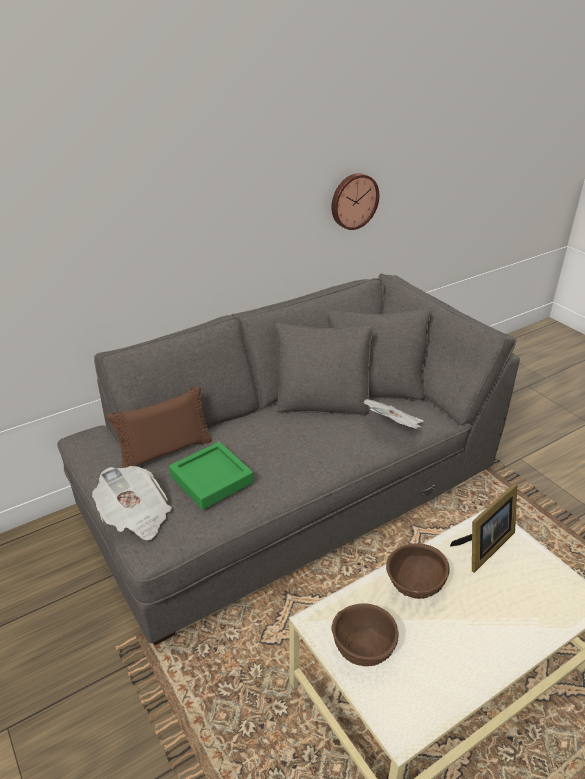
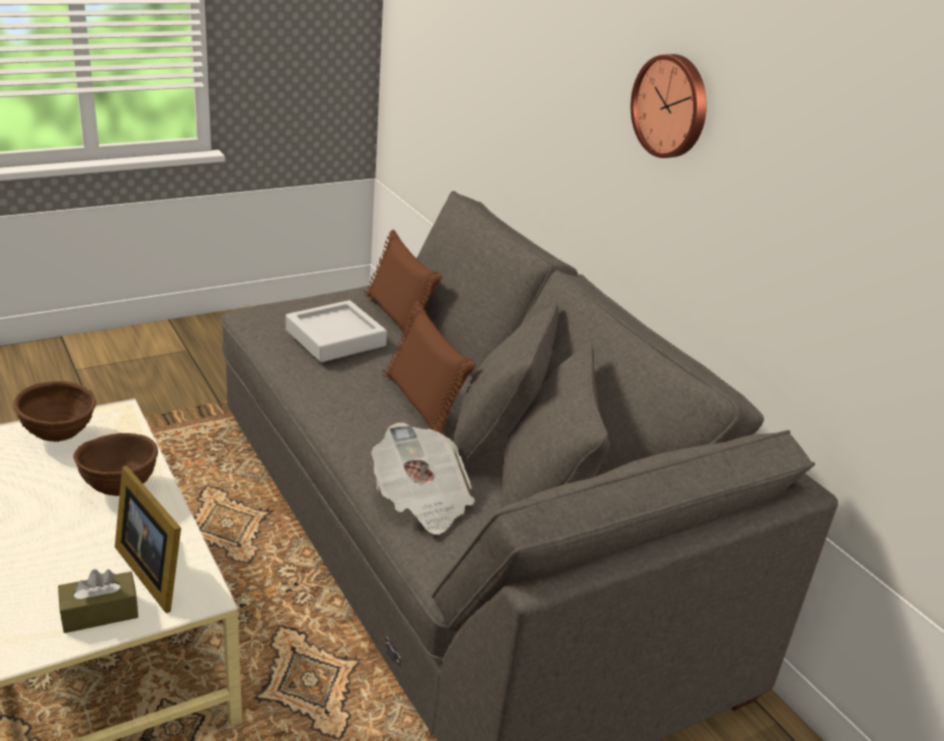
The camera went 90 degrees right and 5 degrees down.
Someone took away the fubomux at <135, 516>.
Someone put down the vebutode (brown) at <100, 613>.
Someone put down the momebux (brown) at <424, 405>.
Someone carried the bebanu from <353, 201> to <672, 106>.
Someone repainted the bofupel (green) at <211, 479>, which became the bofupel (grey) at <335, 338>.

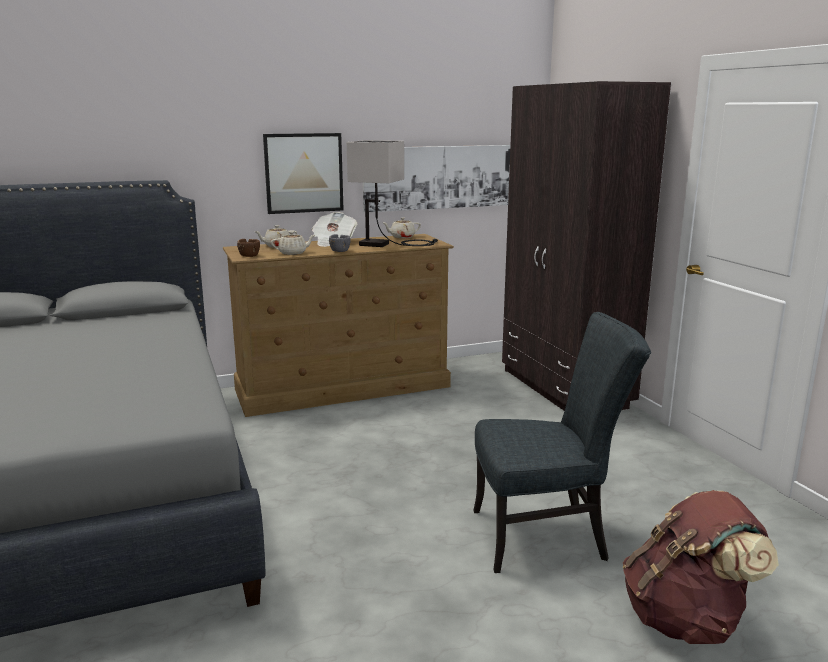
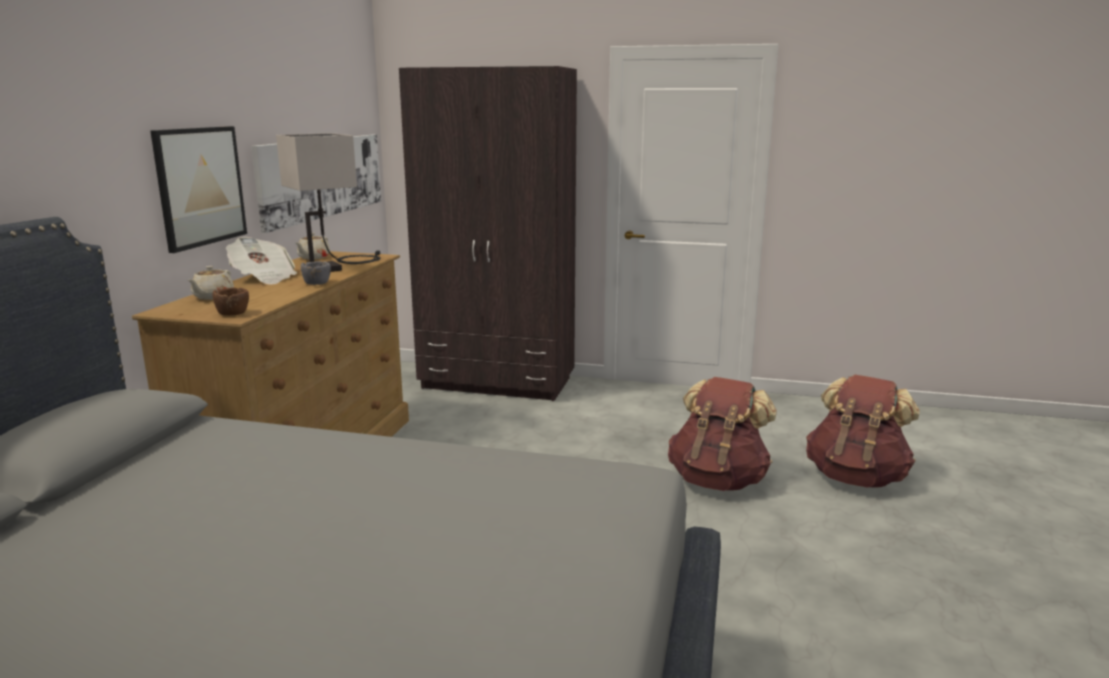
The camera went 55 degrees left and 0 degrees up.
Someone took away the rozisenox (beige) at <293, 253>.
Someone swapped the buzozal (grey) at <547, 535> for the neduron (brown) at <718, 480>.

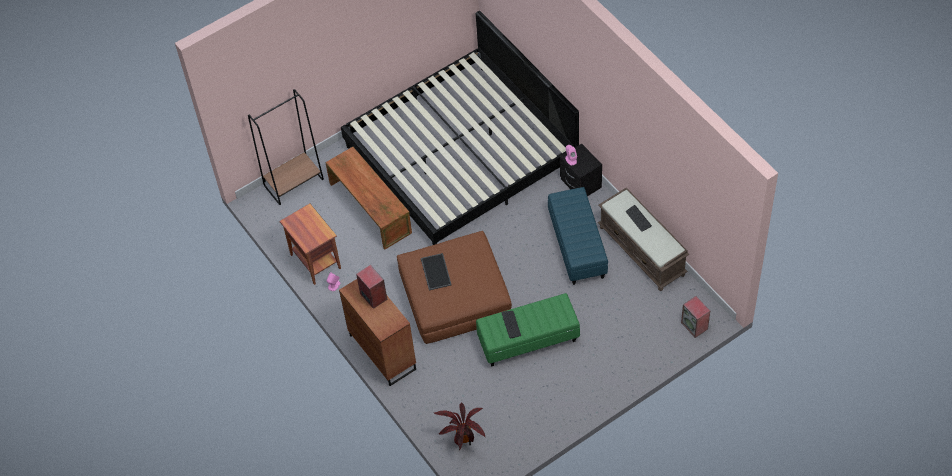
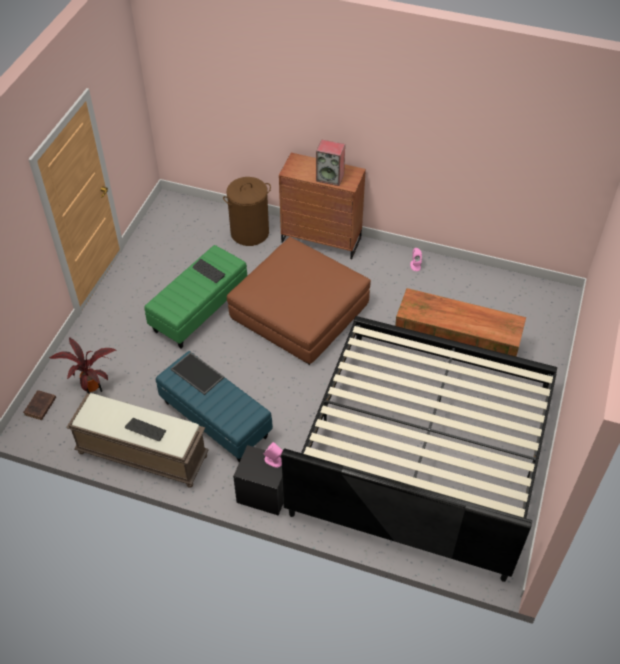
The camera went 140 degrees right and 5 degrees down.
Someone took away the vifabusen at <294, 183>.
Someone took away the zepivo at <314, 261>.
Someone put down the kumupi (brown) at <250, 232>.
Someone carried the bofupel from <435, 271> to <198, 373>.
Someone carried the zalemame from <463, 441> to <92, 388>.
Someone swapped the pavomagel at <695, 326> for the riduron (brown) at <40, 407>.

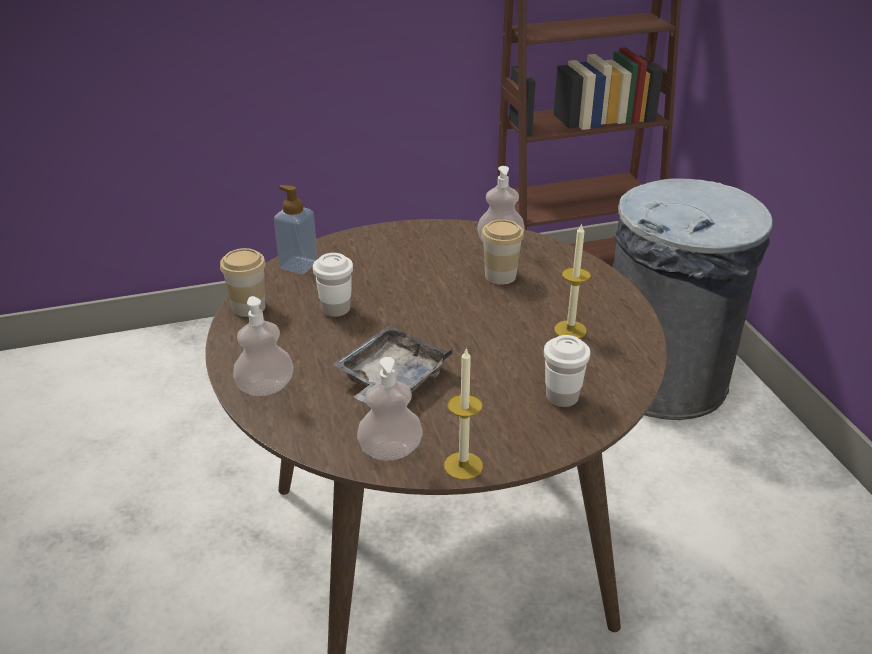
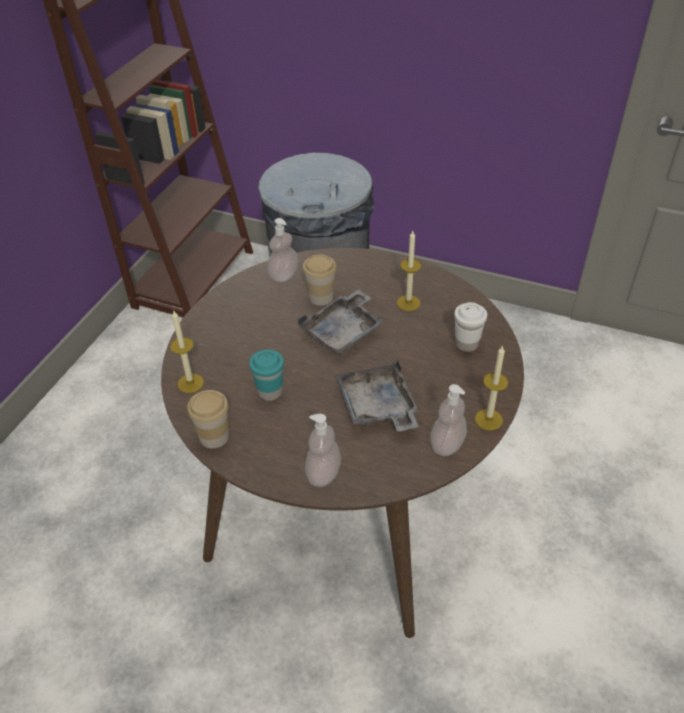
The camera went 50 degrees left and 10 degrees up.
Someone put down the bofupel (grey) at <343, 332>.
Someone swapped the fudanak at <298, 265> for the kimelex at <190, 383>.
Someone repainted the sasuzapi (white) at <336, 309>, which became the sasuzapi (turquoise) at <270, 392>.

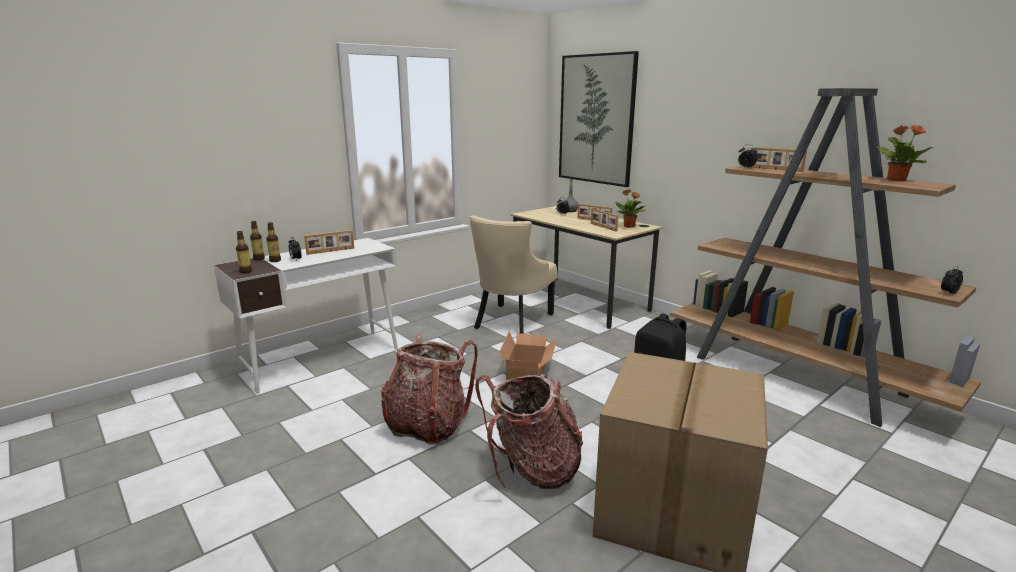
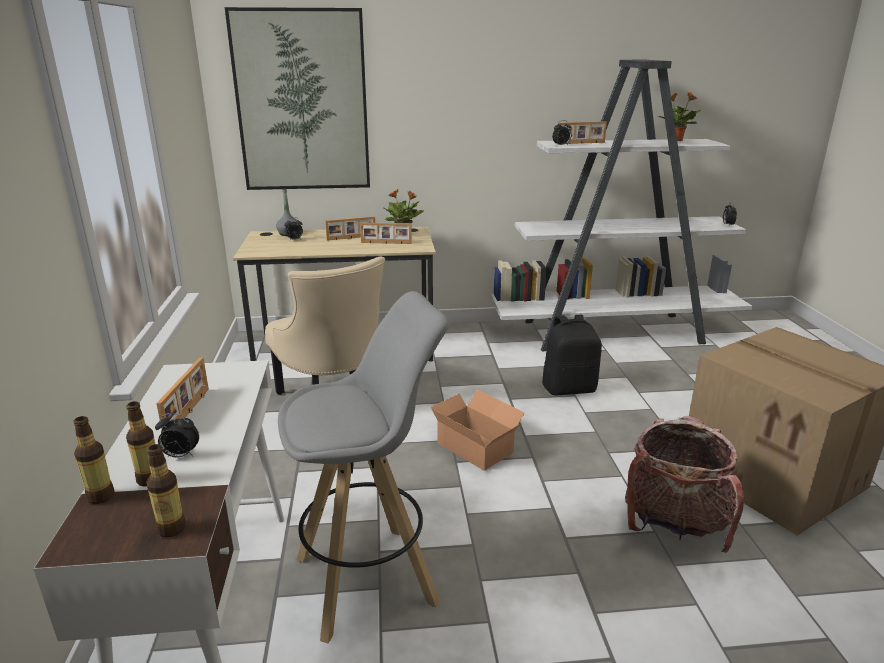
The camera went 55 degrees left and 5 degrees up.
Someone took away the neduron at <427, 425>.
Someone put down the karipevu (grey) at <370, 579>.
Someone repainted the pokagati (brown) at <799, 377>, which became the pokagati (white) at <614, 332>.

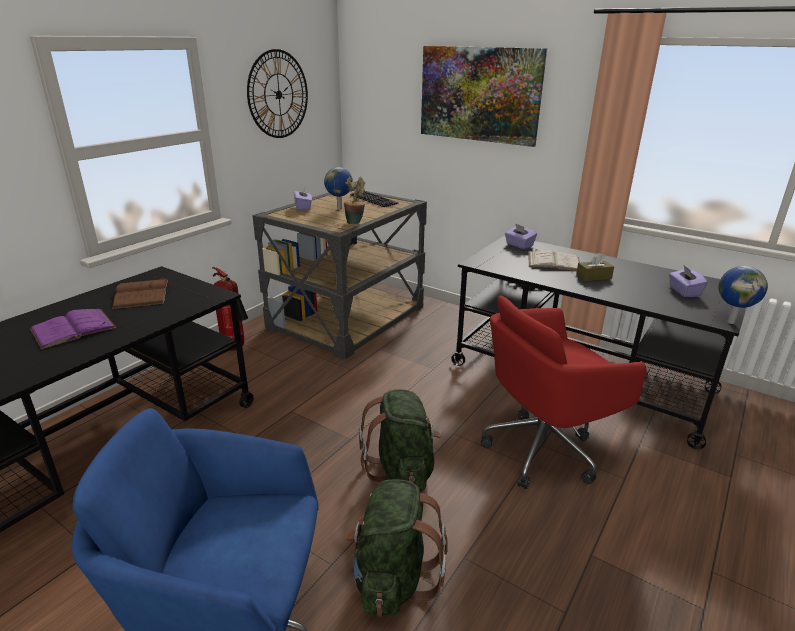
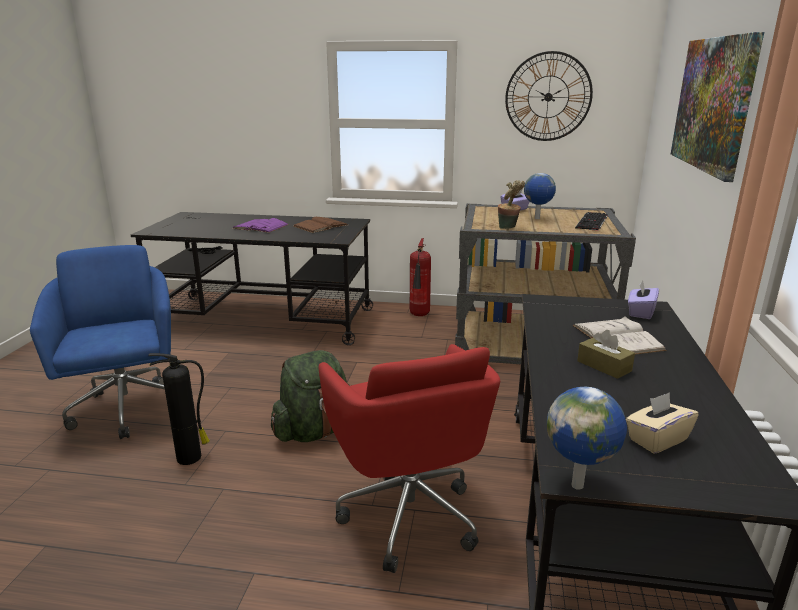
The camera went 65 degrees right and 5 degrees down.
Someone swapped the neduron (green) at <392, 578> for the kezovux at <191, 457>.
Someone repainted the vebutode (purple) at <683, 291>, which became the vebutode (beige) at <657, 439>.
Someone rotated the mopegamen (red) at <544, 450> by 150 degrees counterclockwise.

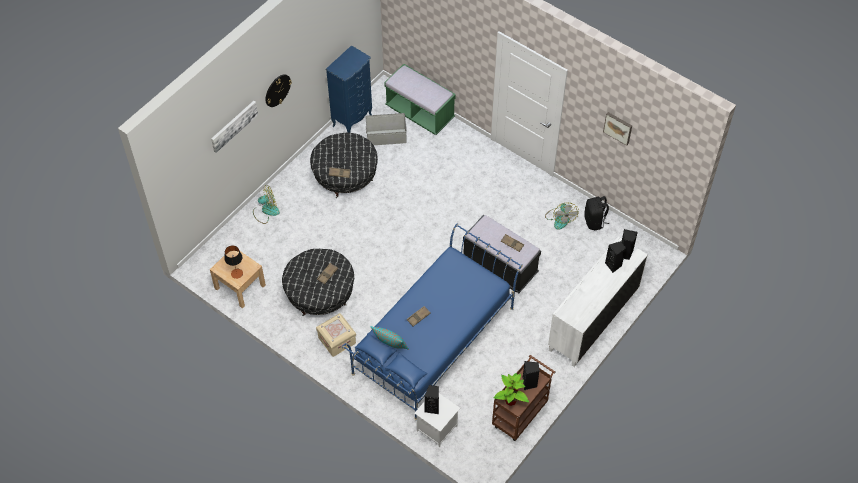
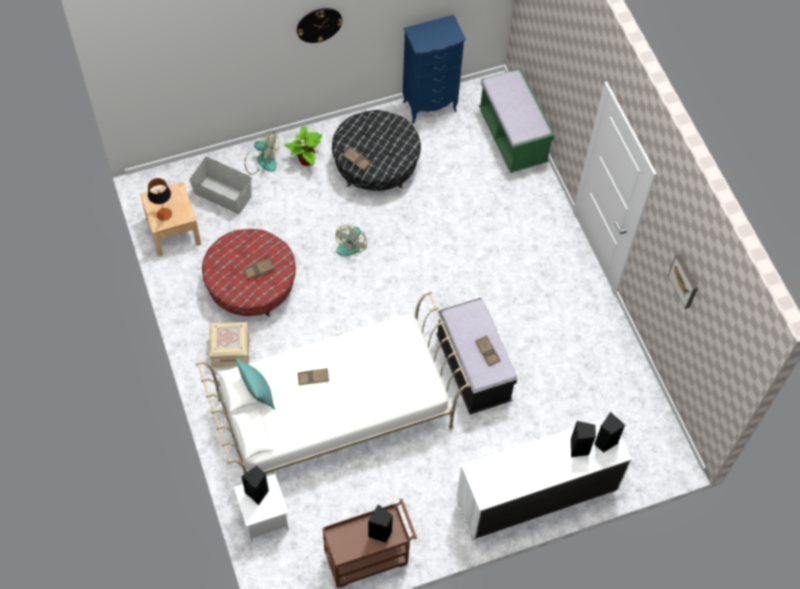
The camera went 30 degrees right and 5 degrees up.
Someone took away the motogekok at <233, 125>.
Someone took away the neduron (black) at <594, 221>.
Someone carried the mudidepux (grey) from <386, 137> to <223, 194>.
Someone carried the zalemame from <510, 400> to <306, 161>.
Someone carried the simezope from <560, 218> to <351, 243>.
Someone repainted the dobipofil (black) at <320, 293>, which became the dobipofil (red) at <251, 286>.
Someone repainted the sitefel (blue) at <434, 341>, which became the sitefel (white) at <335, 414>.

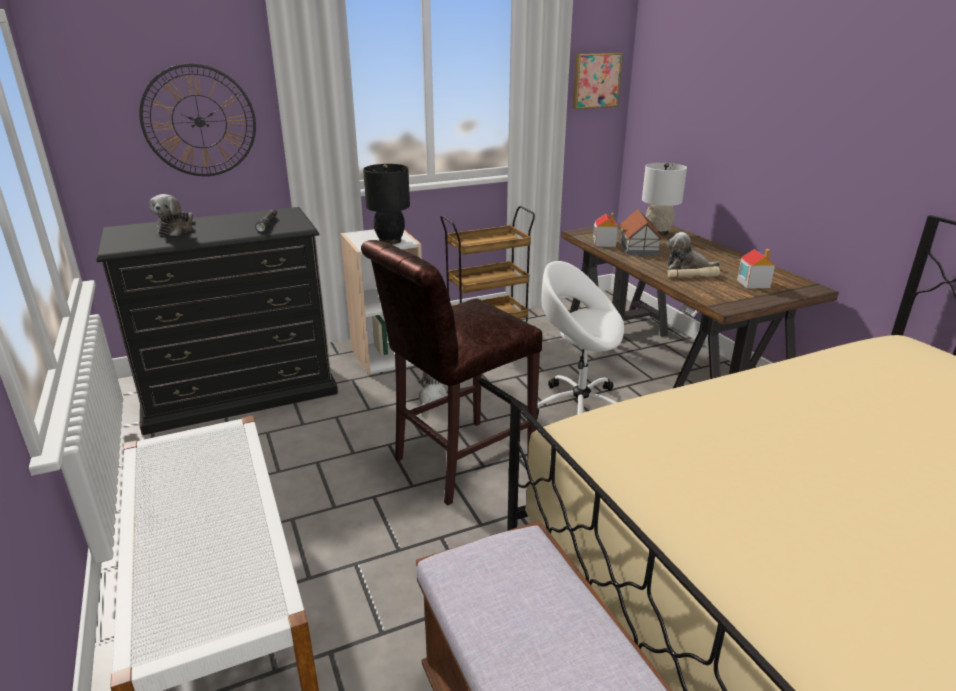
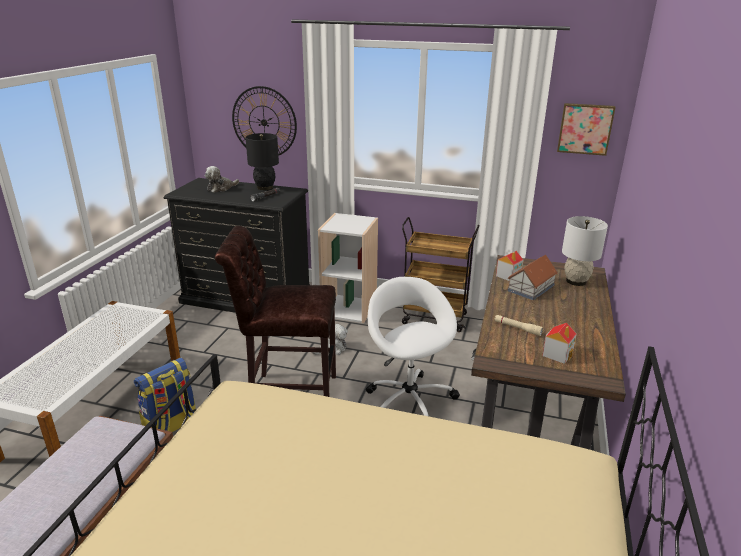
The camera went 40 degrees right and 0 degrees up.
Someone took away the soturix at <687, 267>.
Someone put down the neduron at <171, 426>.
Someone carried the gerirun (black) from <390, 241> to <265, 187>.

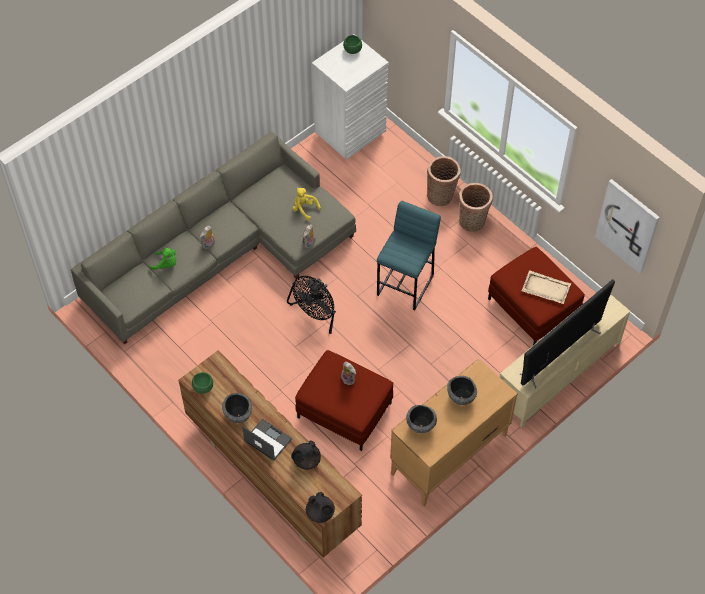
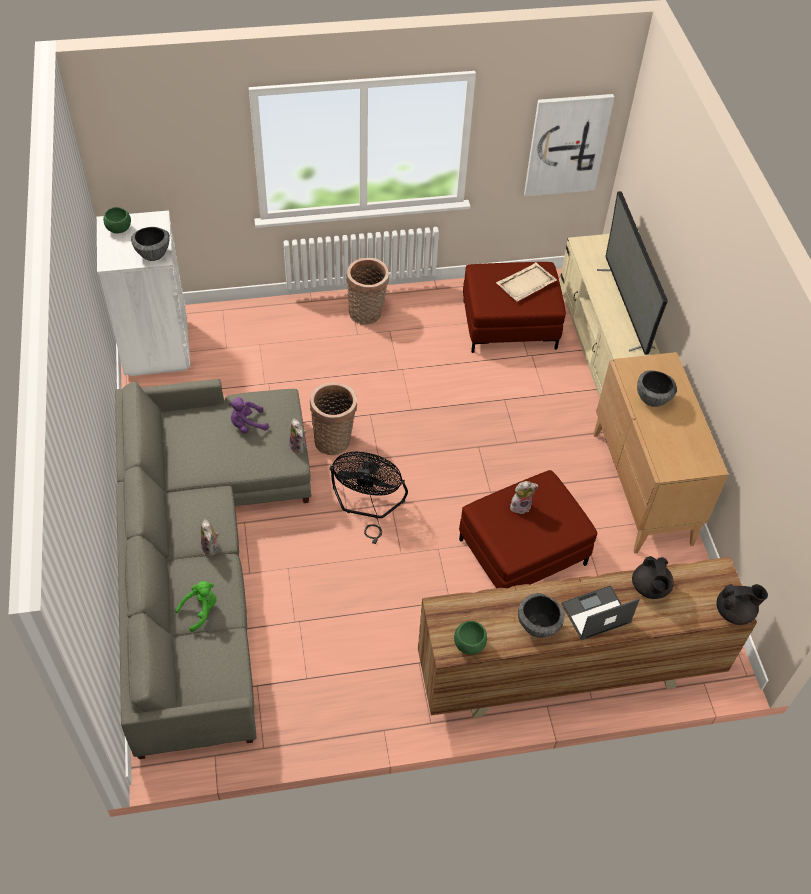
The camera went 60 degrees left and 5 degrees down.
Someone took away the karipevu (turquoise) at <406, 284>.
Someone carried the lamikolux from <421, 426> to <153, 255>.
Someone carried the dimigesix from <441, 196> to <334, 440>.
Someone repainted the soturix (yellow) at <304, 209>, which became the soturix (purple) at <247, 425>.
Someone rotated the simezope (black) at <316, 310> by 150 degrees counterclockwise.

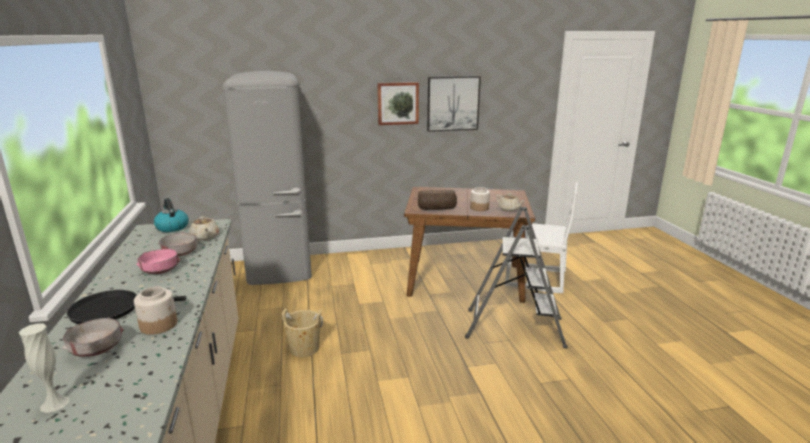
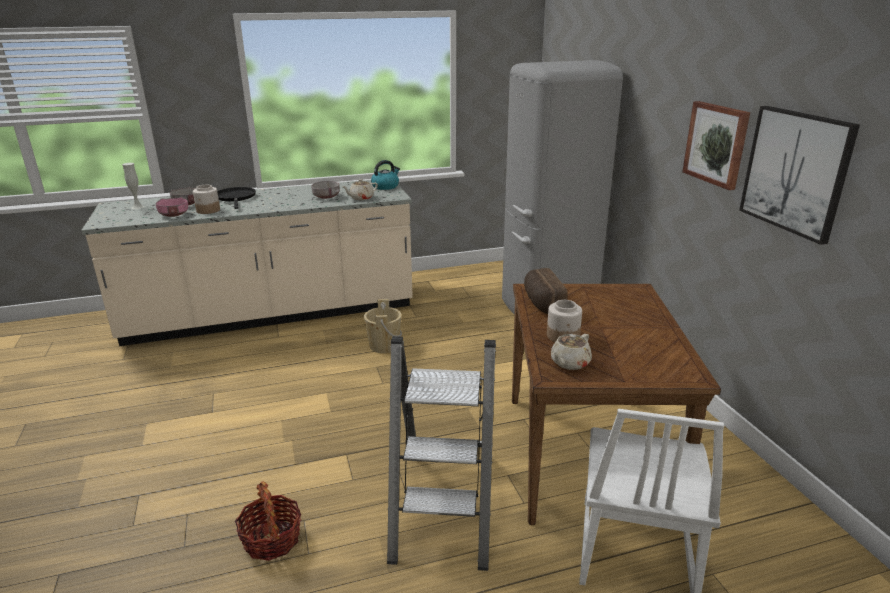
The camera went 85 degrees right and 5 degrees up.
Someone put down the dimigesix at <272, 539>.
Someone carried the lamikolux (pink) from <160, 271> to <174, 215>.

